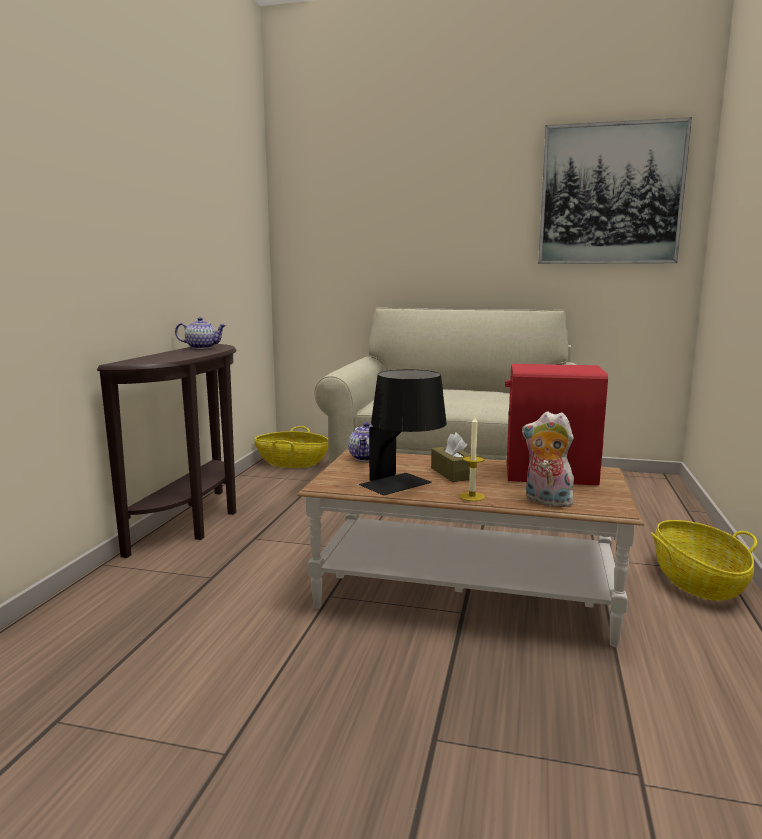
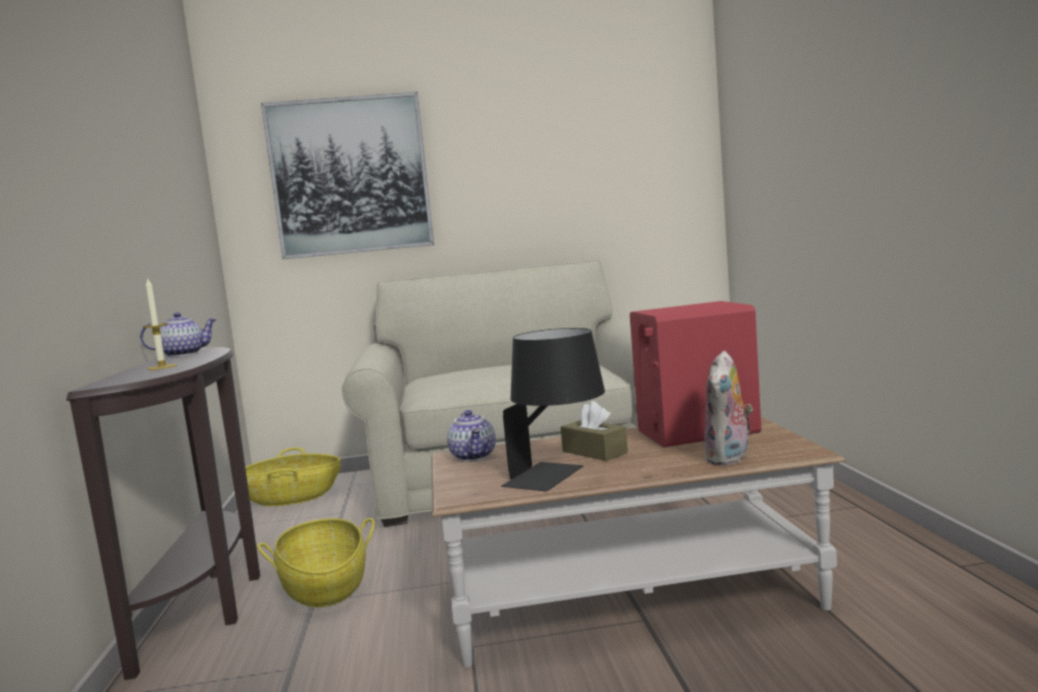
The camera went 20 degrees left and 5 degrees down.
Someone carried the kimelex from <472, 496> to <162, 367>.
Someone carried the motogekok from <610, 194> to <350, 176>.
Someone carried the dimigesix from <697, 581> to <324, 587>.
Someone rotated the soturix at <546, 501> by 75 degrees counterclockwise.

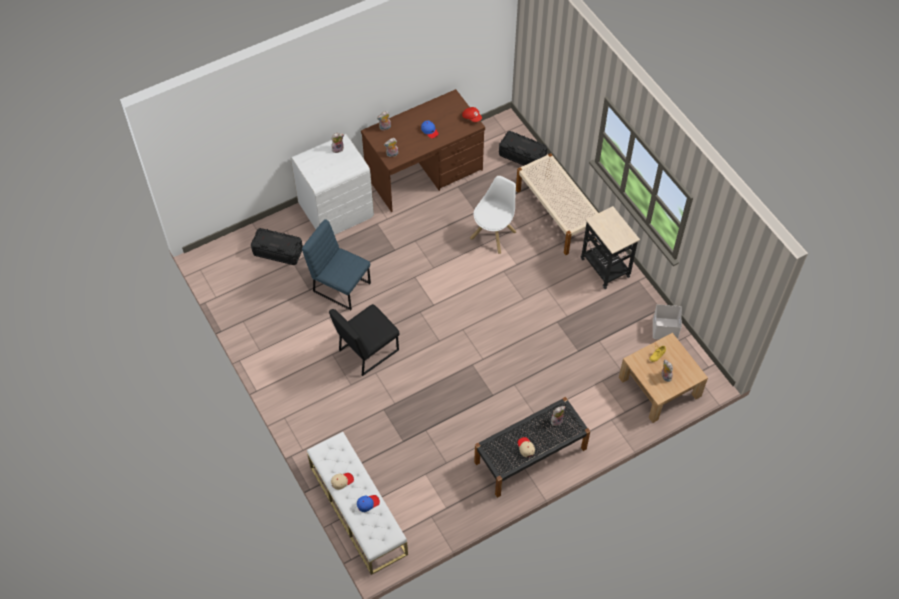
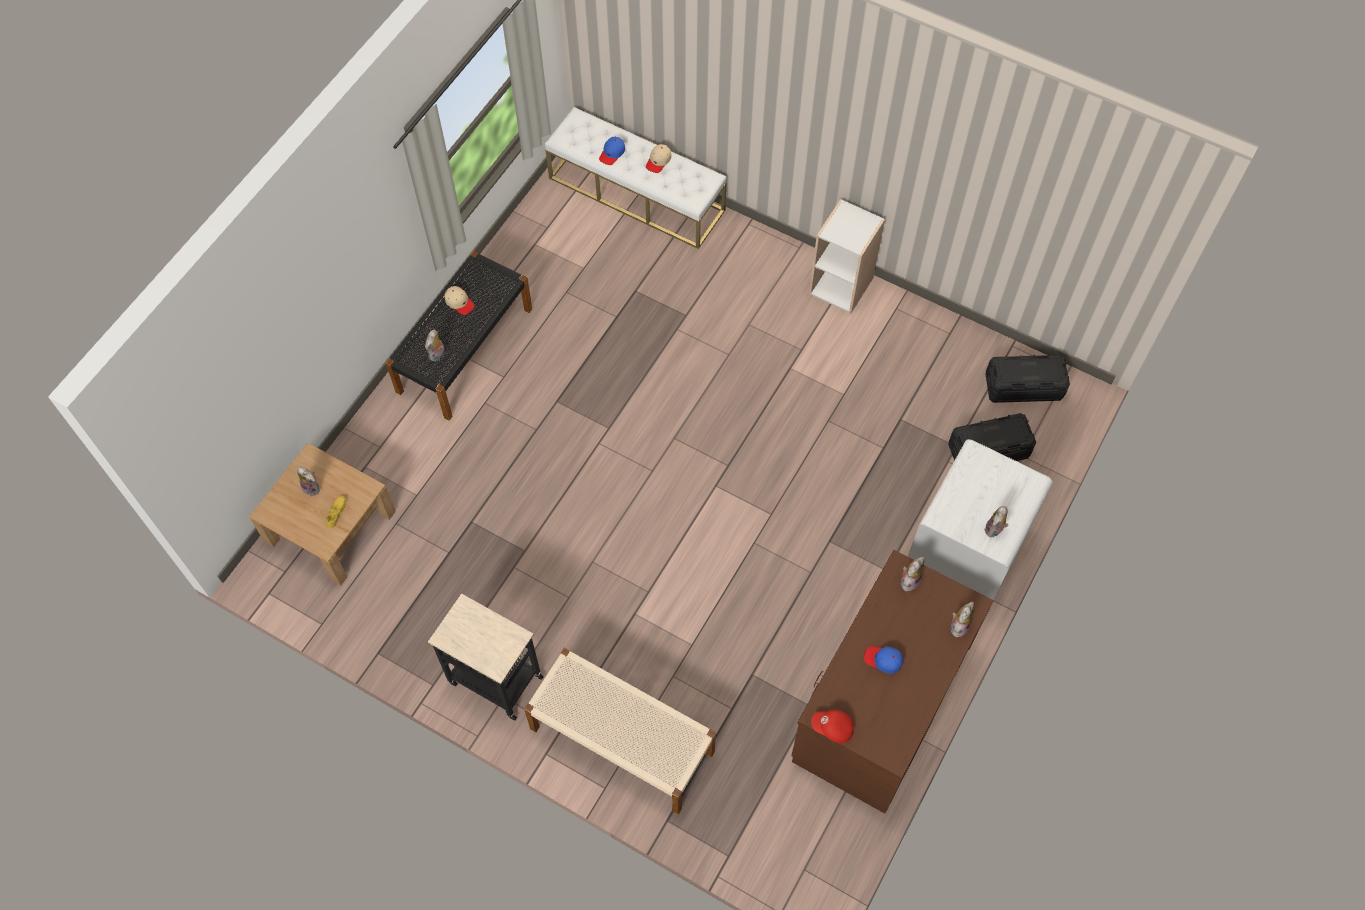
The camera went 150 degrees right and 5 degrees up.
Someone took away the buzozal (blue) at <340, 286>.
Someone took away the buzozal (black) at <367, 351>.
Someone took away the buzozal (white) at <494, 234>.
Someone took away the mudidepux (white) at <665, 329>.
Someone put down the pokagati at <841, 286>.
Someone carried the mudidepux (black) from <522, 156> to <1024, 387>.

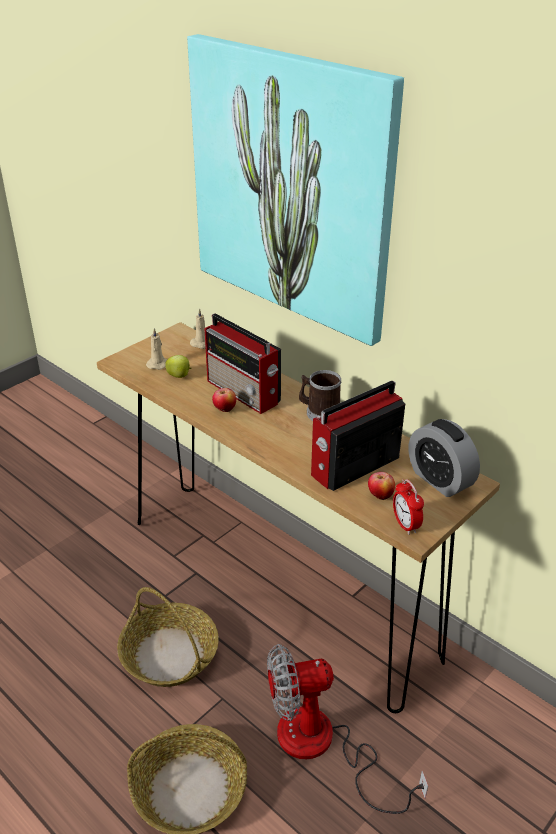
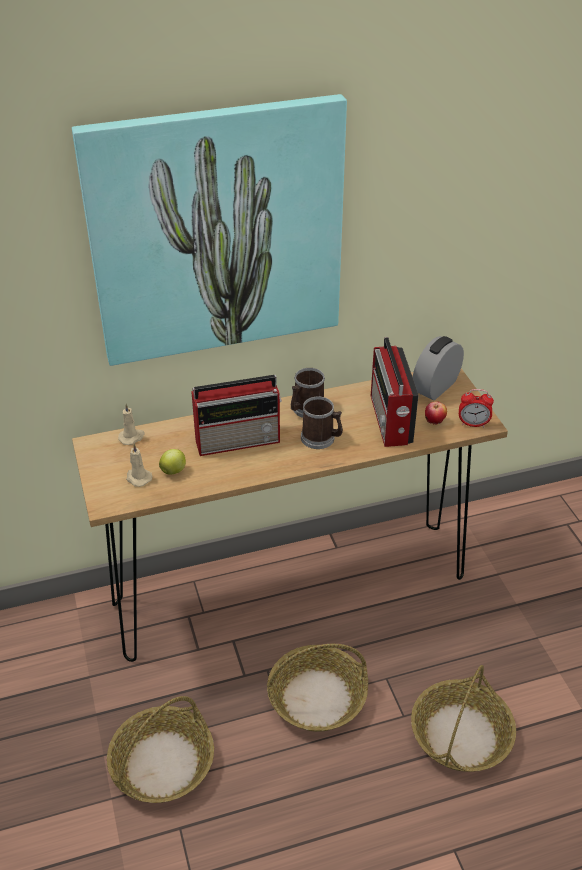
The camera went 60 degrees left and 5 degrees up.
Someone took away the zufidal at <224, 410>.
Someone took away the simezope at <322, 746>.
Someone put down the dimigesix at <162, 763>.
Someone put down the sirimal at <321, 439>.
Someone rotated the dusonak at <439, 480> by 135 degrees clockwise.

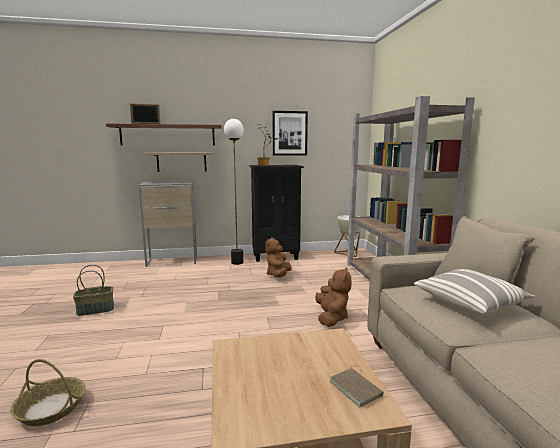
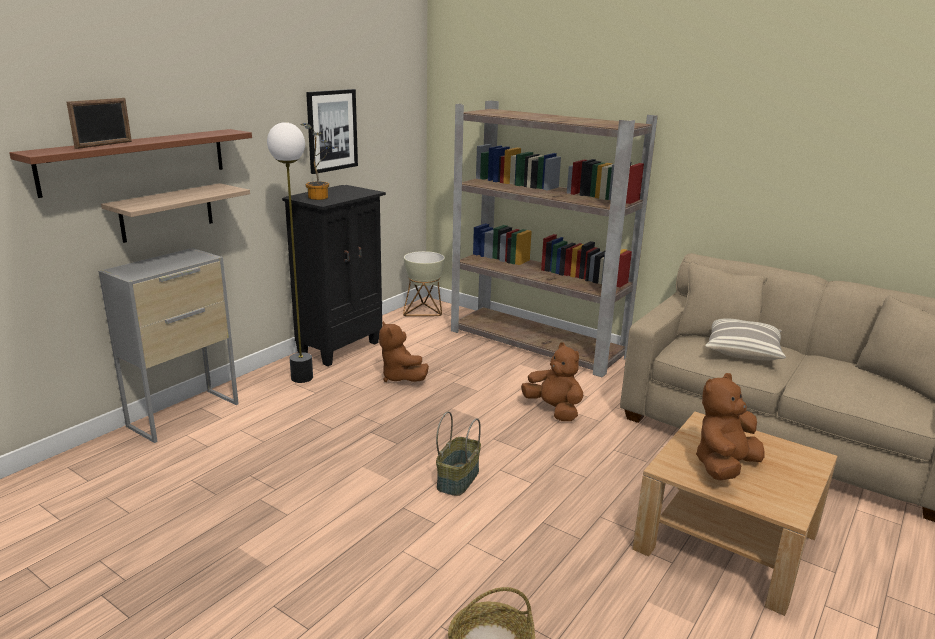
The camera went 45 degrees left and 10 degrees up.
Someone took away the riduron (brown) at <357, 388>.
Someone put down the soturix (brown) at <724, 466>.
Someone carried the dimigesix from <96, 309> to <457, 479>.

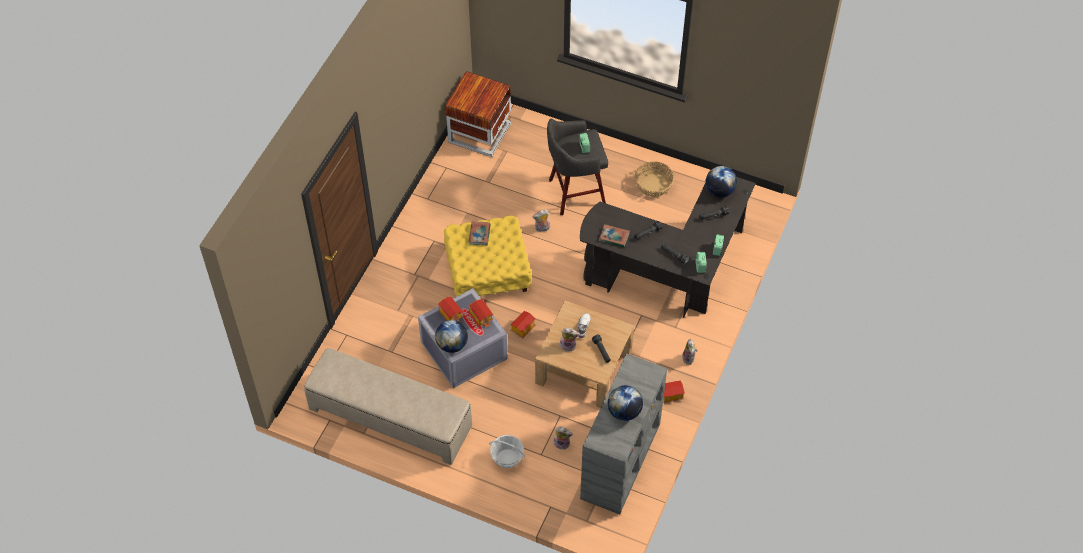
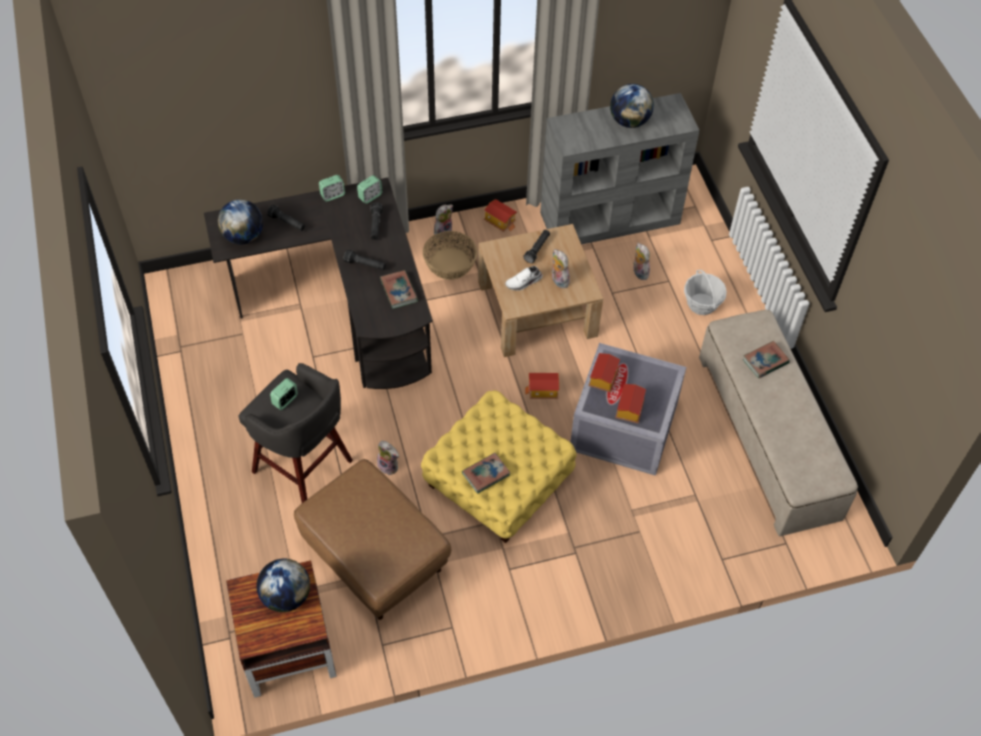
The camera went 130 degrees left and 0 degrees up.
Someone put down the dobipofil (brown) at <374, 557>.
Someone put down the riduron at <765, 361>.
Someone carried the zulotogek from <452, 344> to <286, 596>.
Someone carried the dimigesix from <654, 185> to <449, 264>.

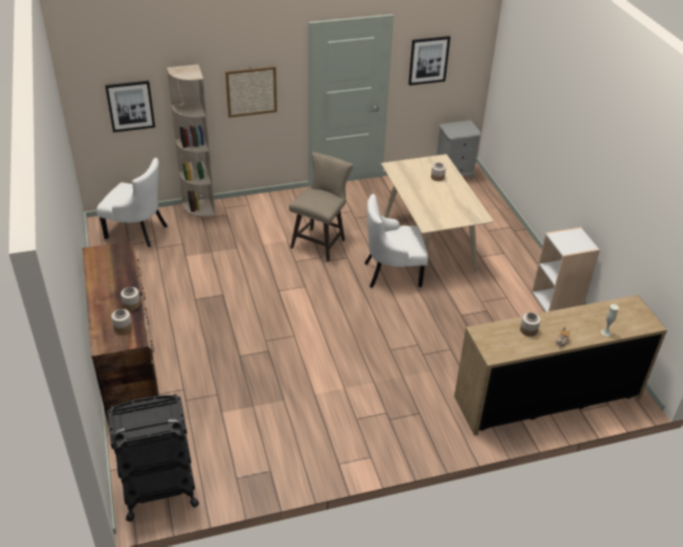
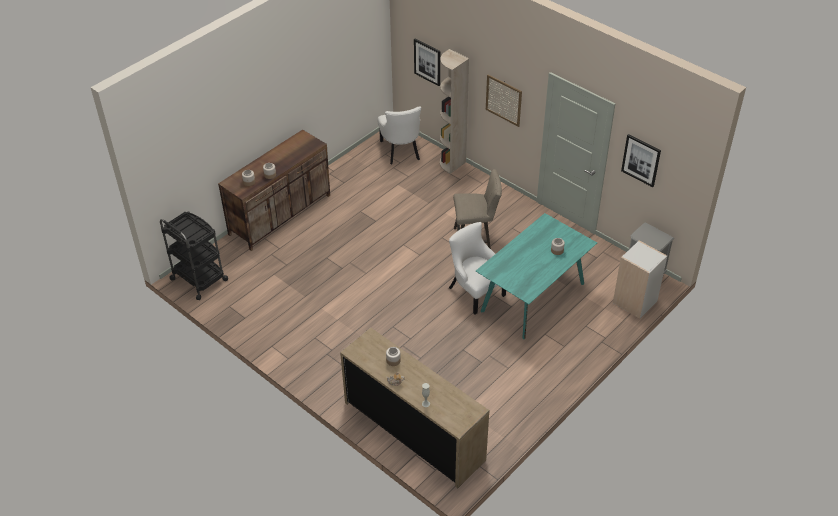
The camera went 60 degrees right and 5 degrees up.
Someone carried the pokagati from <557, 300> to <634, 302>.
Someone repainted the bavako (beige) at <429, 243>, which became the bavako (turquoise) at <533, 298>.

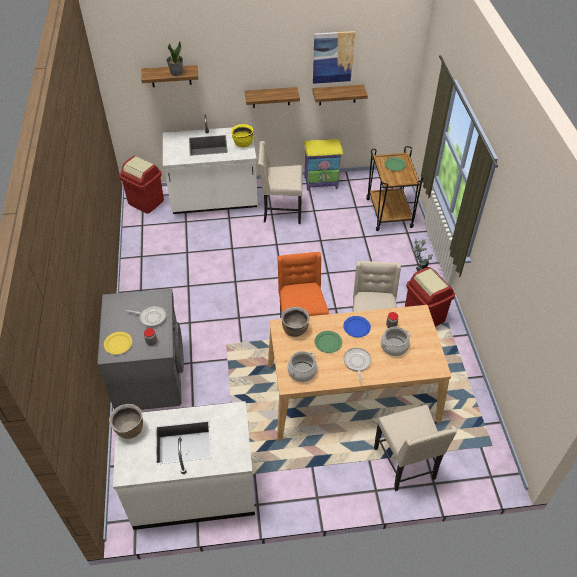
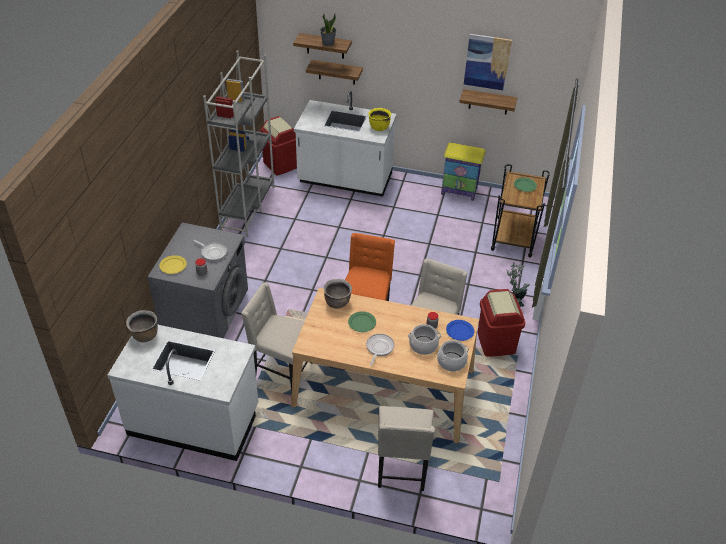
The camera went 20 degrees right and 5 degrees down.
Someone put down the pokagati (grey) at <248, 208>.
Someone carried the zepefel from <271, 97> to <337, 72>.
Someone carried the buzozal (beige) from <281, 212> to <281, 371>.
Someone carried the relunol from <302, 371> to <451, 361>.
Someone carried the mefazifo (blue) from <356, 327> to <459, 331>.

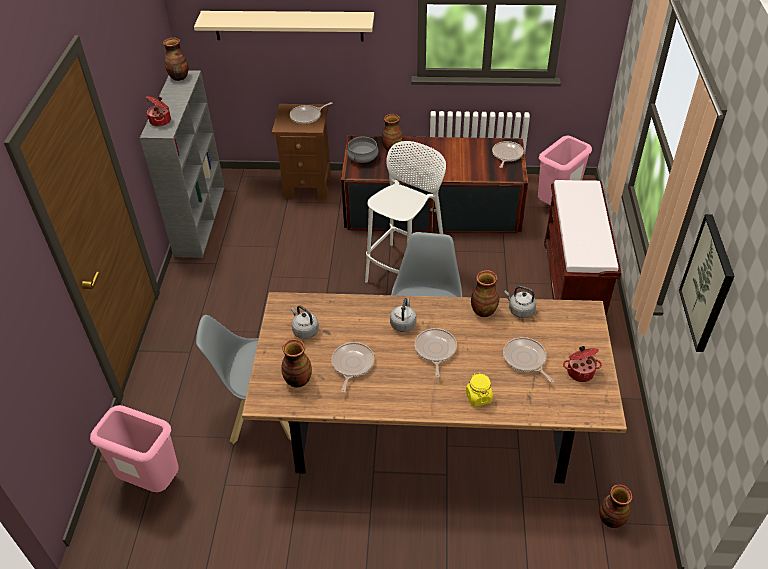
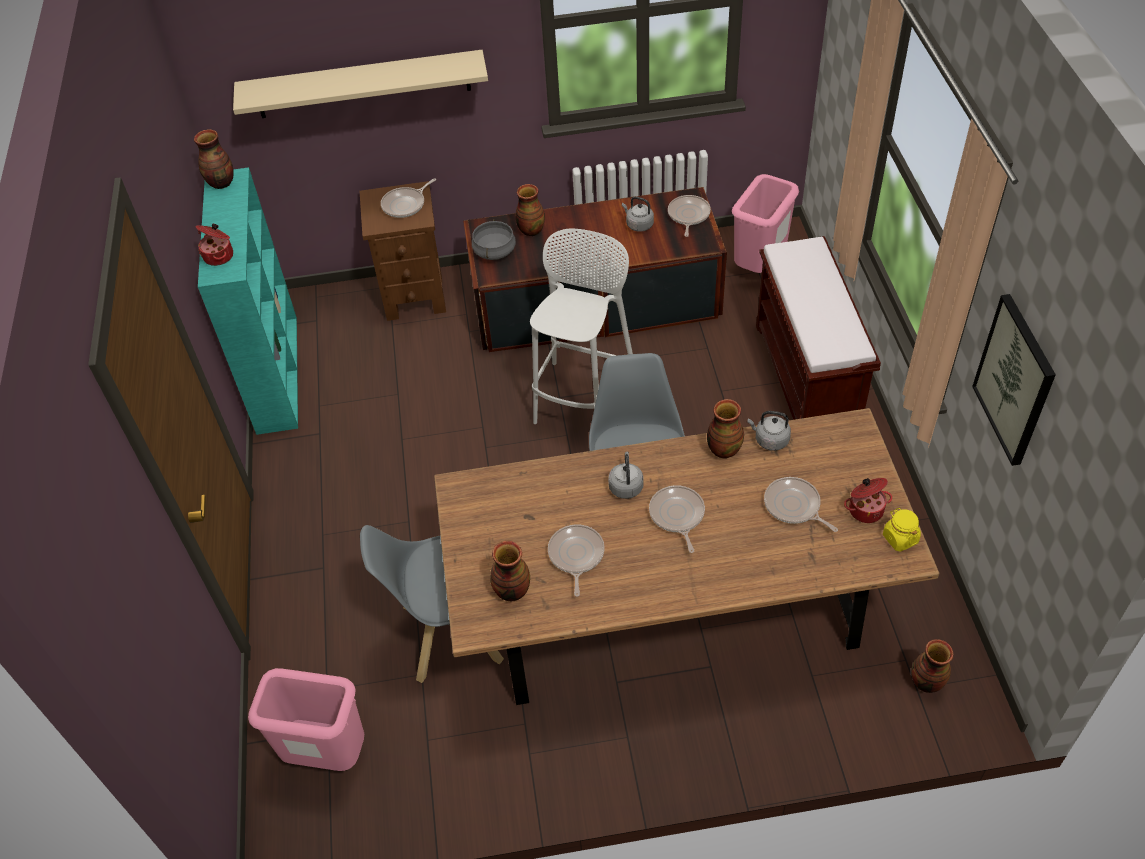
The camera went 10 degrees left and 5 degrees up.
Someone carried the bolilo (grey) from <304, 330> to <638, 225>.
Someone carried the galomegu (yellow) from <478, 397> to <900, 538>.
Someone repainted the pokagati (grey) at <200, 219>, which became the pokagati (turquoise) at <277, 372>.

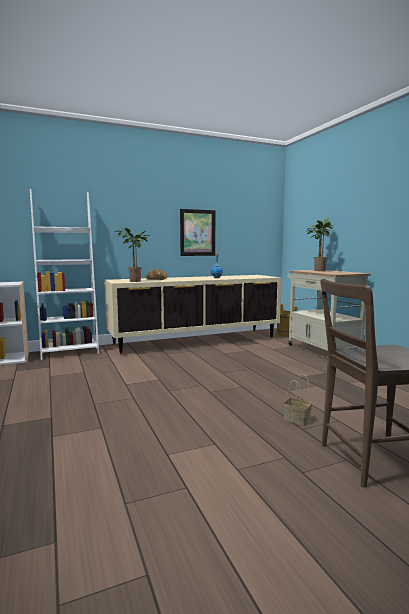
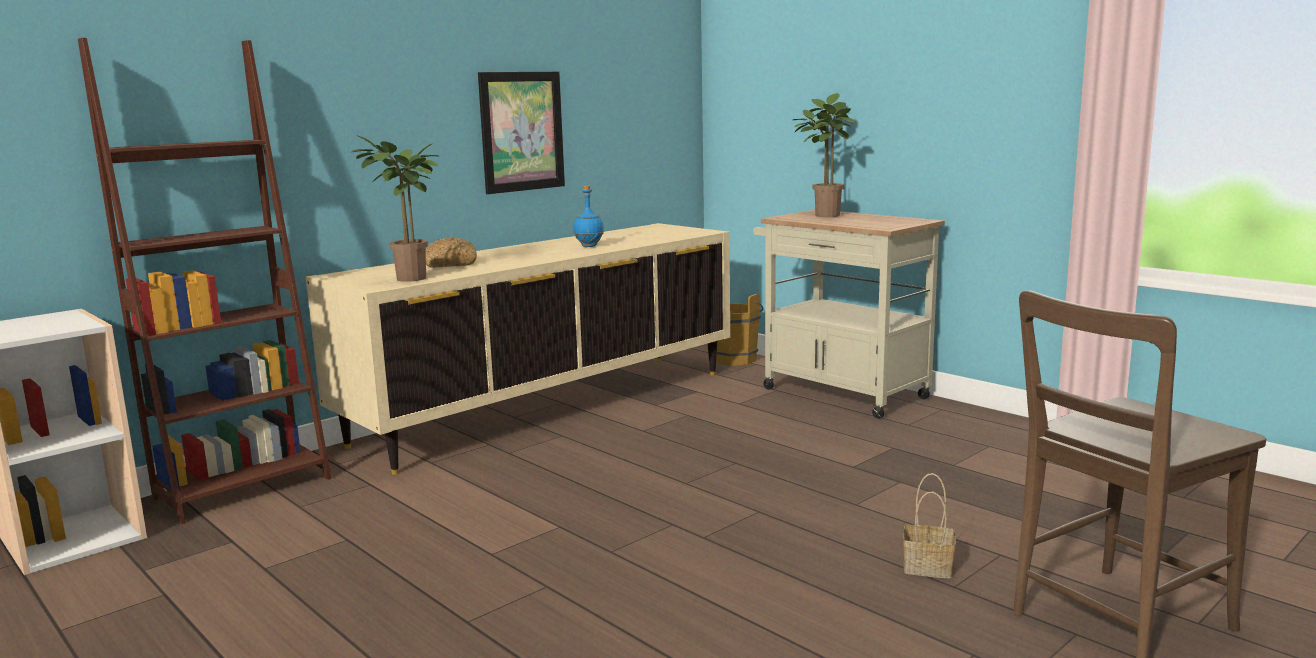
The camera went 20 degrees left and 5 degrees up.
Someone repainted the pokagati (white) at <69, 352>, which became the pokagati (brown) at <243, 487>.

